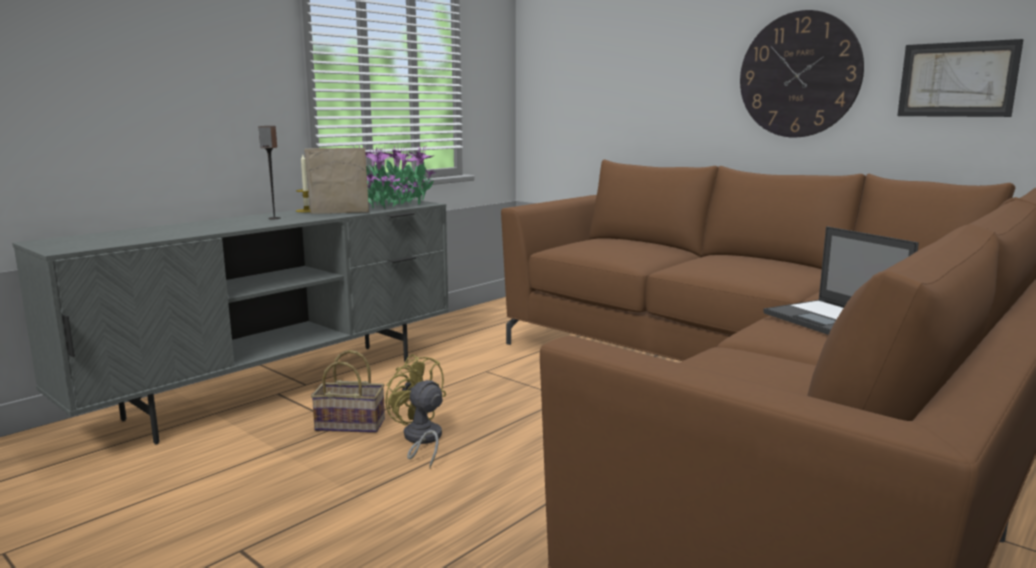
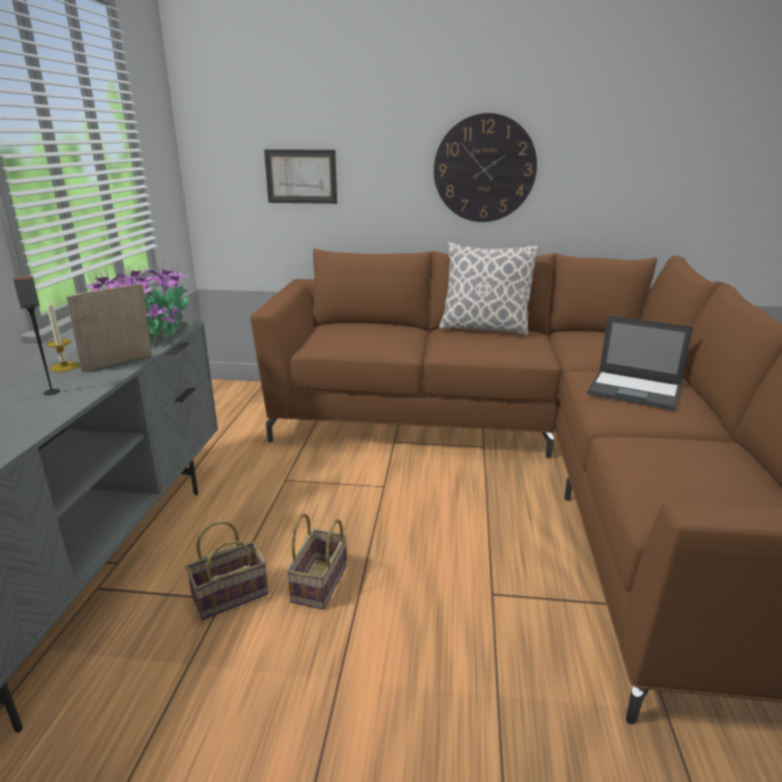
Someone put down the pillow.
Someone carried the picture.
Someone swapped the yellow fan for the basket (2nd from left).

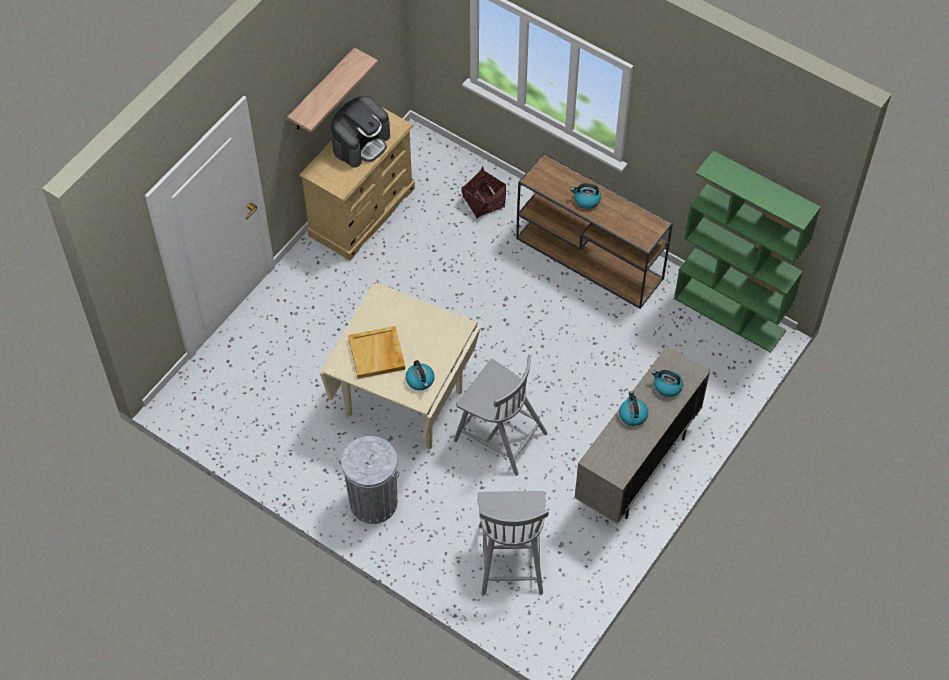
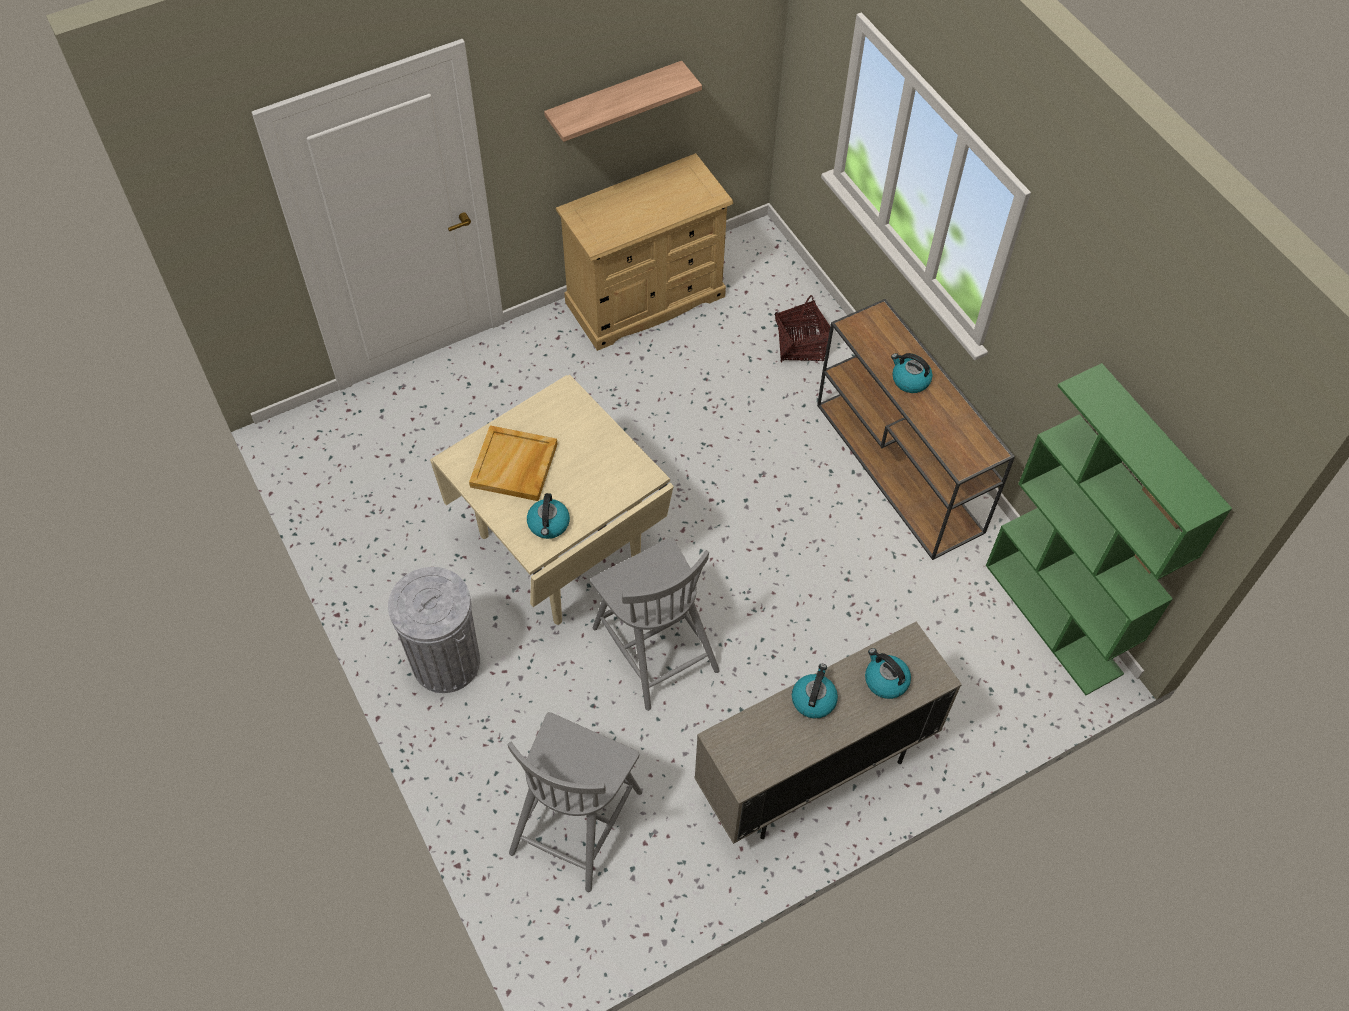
Someone took away the coffee machine.

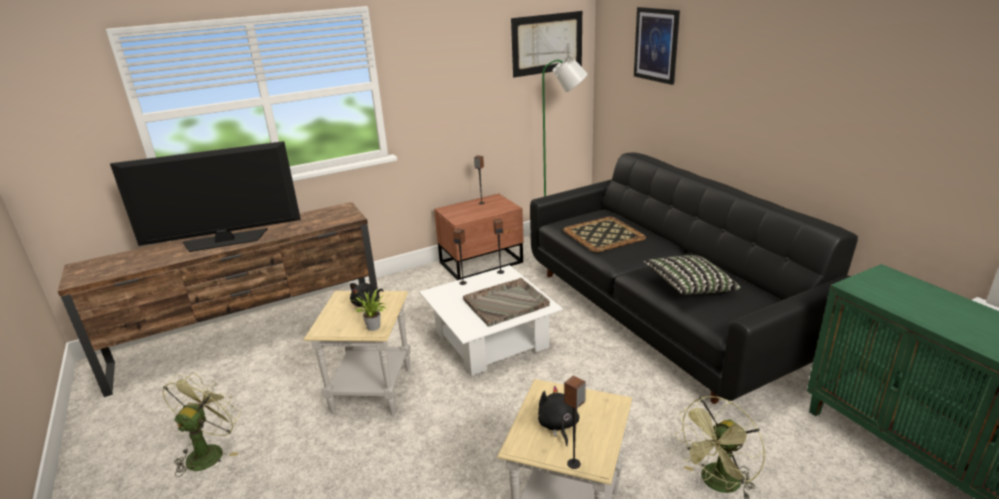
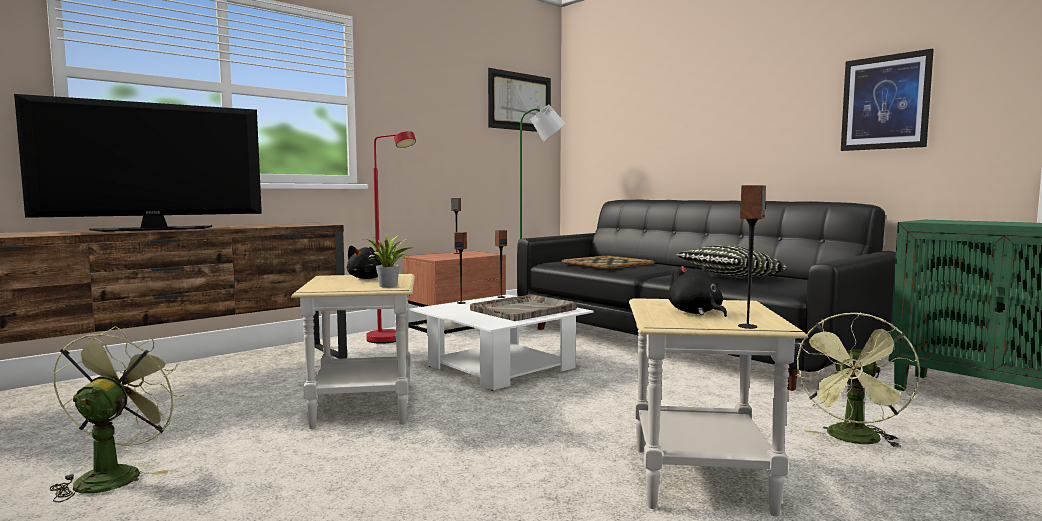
Someone put down the red floor lamp.
Someone carried the picture (2nd from left).

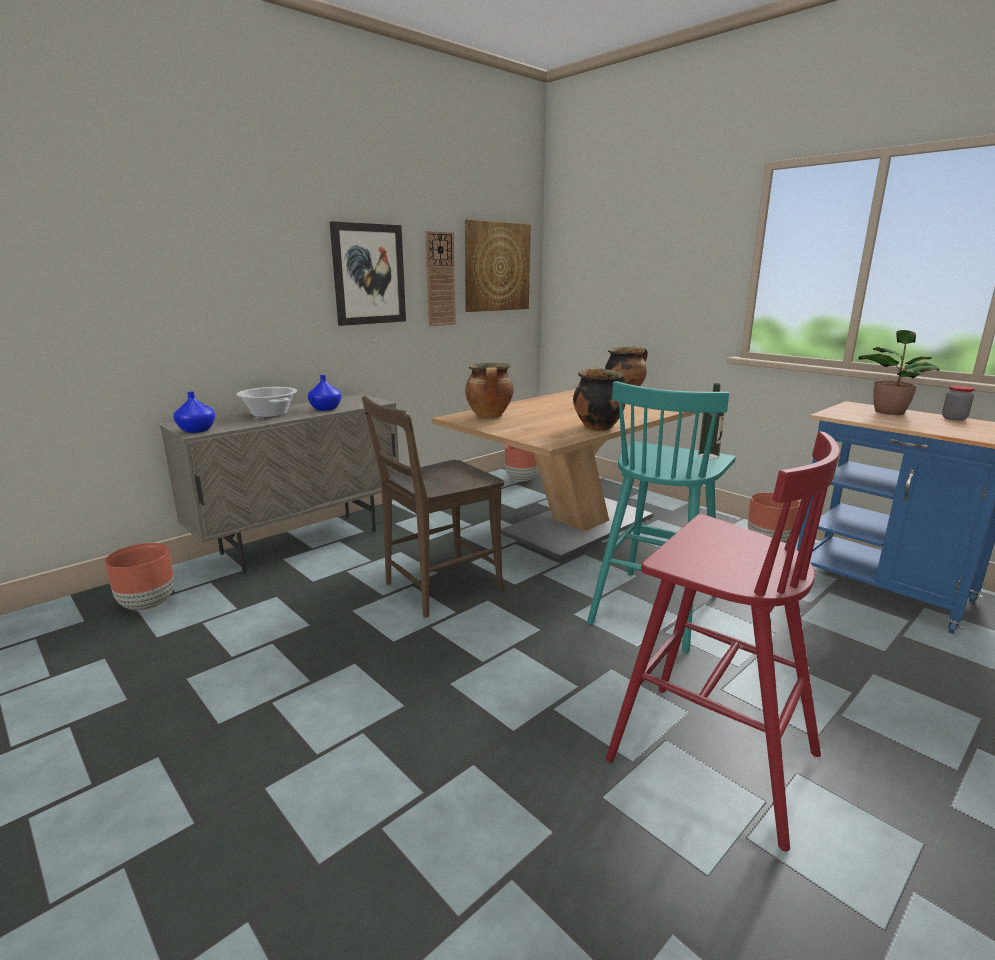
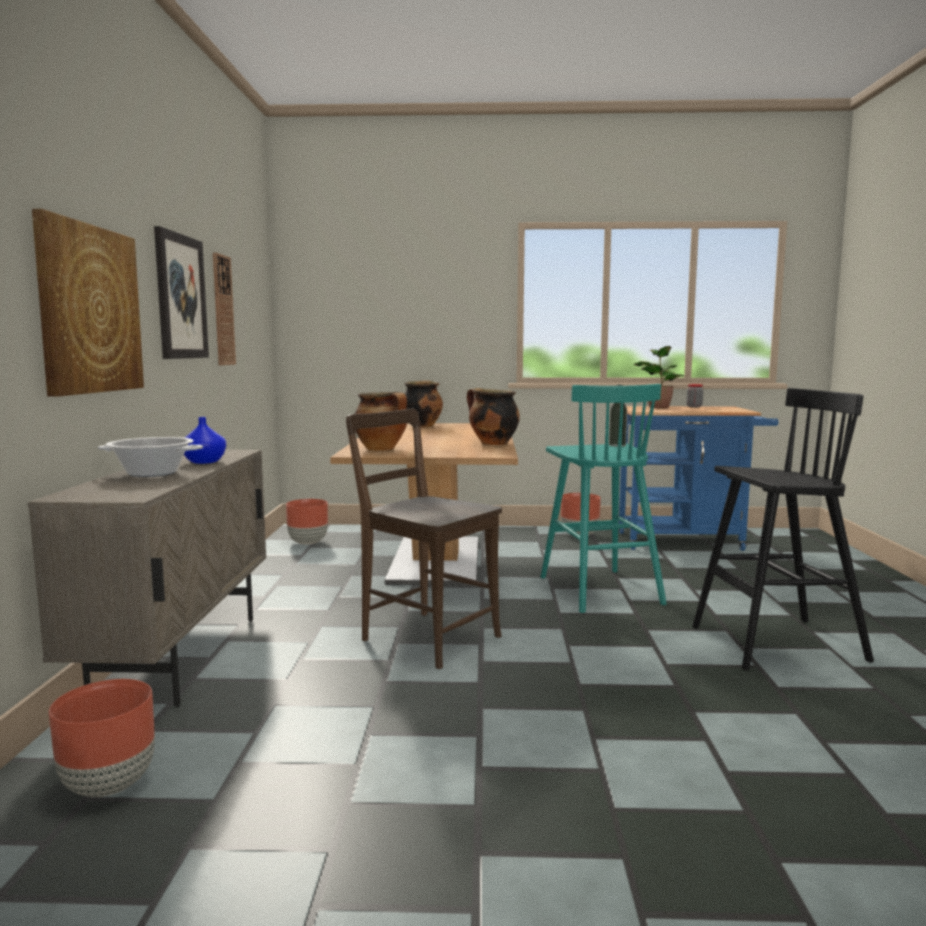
Someone took away the blue vase (1st from left).
Someone carried the picture (2nd from left in the first image).
Someone repainted the red stool, which became the black stool.
Someone rotated the brown chair by 120 degrees clockwise.

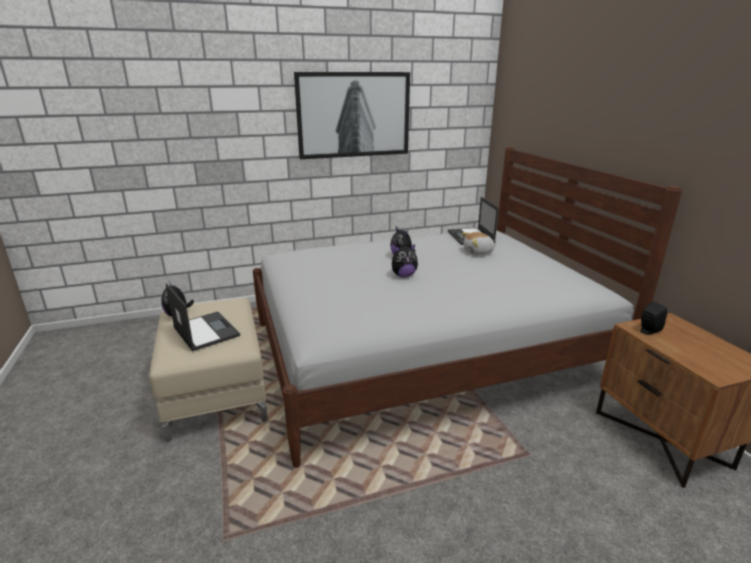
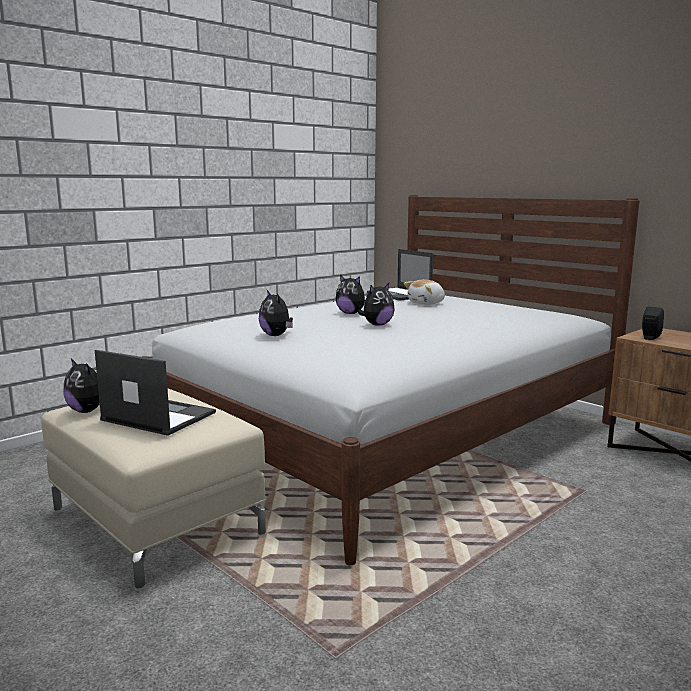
Someone took away the picture.
Someone put down the plush toy (2nd from left).

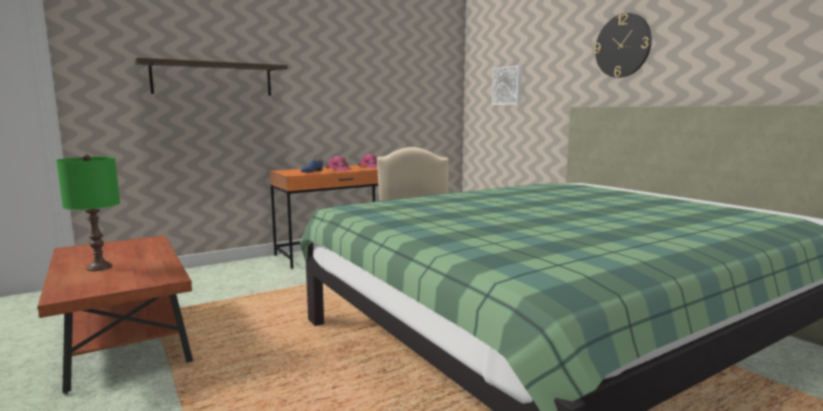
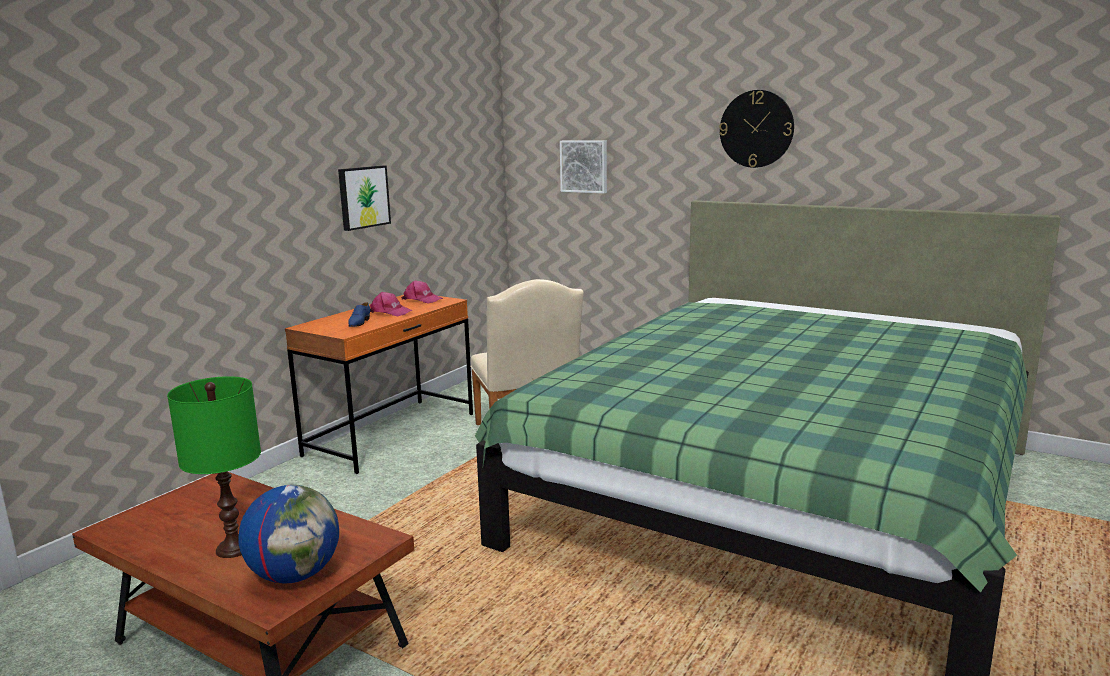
Someone took away the shelf.
Someone put down the globe.
Someone put up the picture (1st from left).

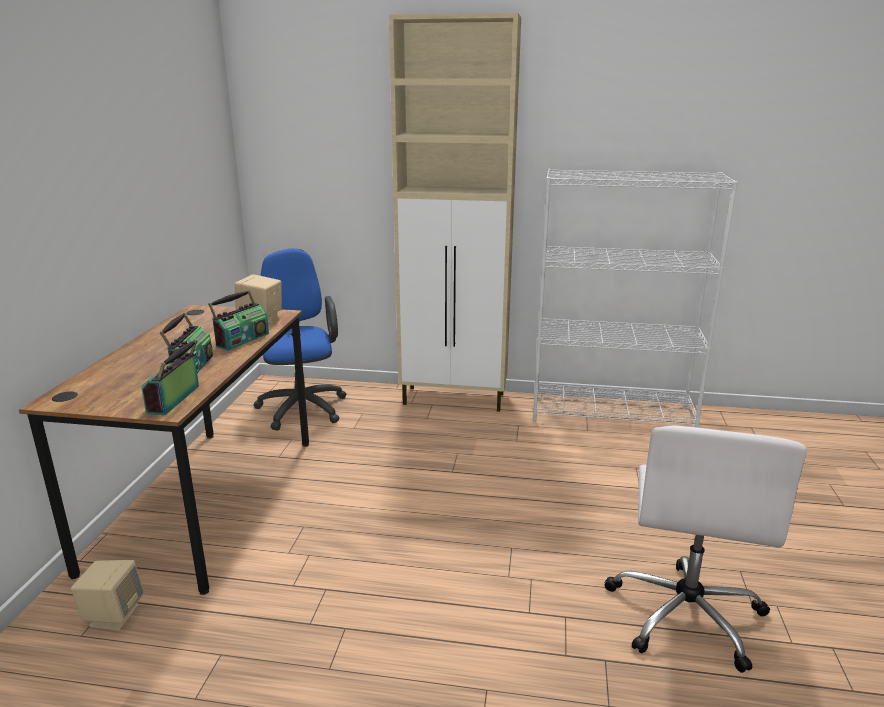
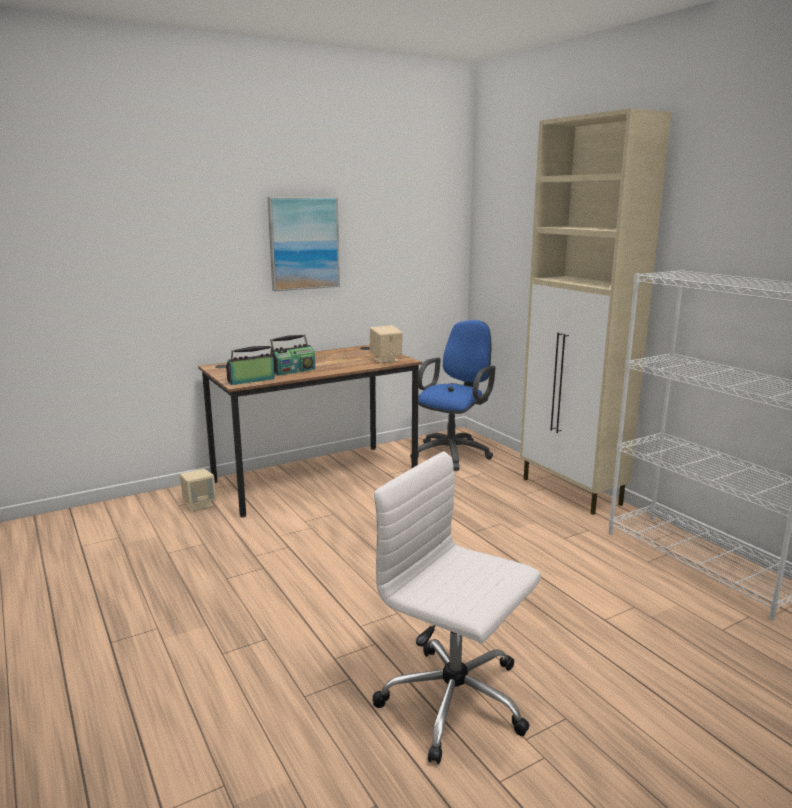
Someone took away the radio (3rd from left).
Someone put up the picture.
Someone rotated the white office chair by 60 degrees clockwise.

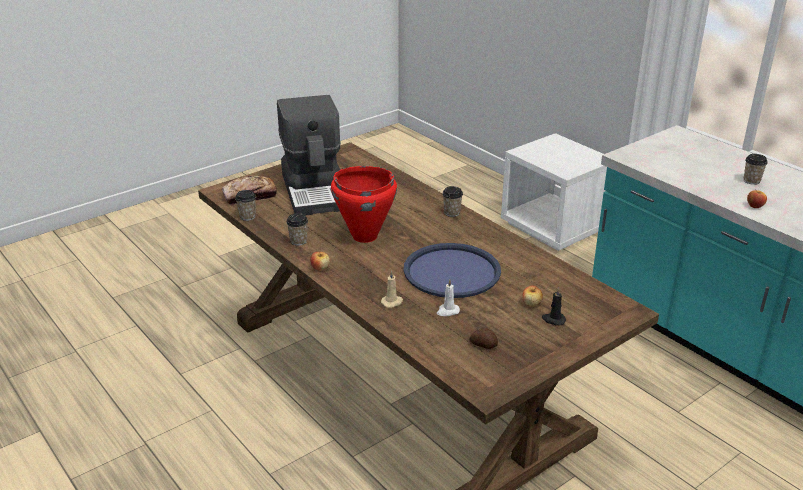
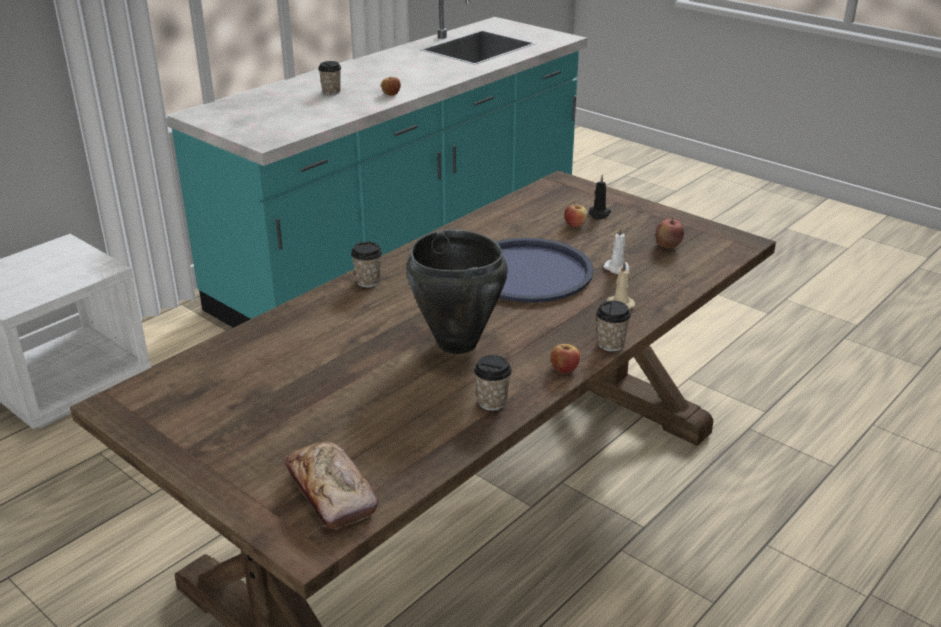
Someone took away the coffee machine.
Someone carried the cup (1st from left in the first image).
Someone swapped the potato for the apple (4th from left).
Someone repainted the red cooking pot, which became the black cooking pot.

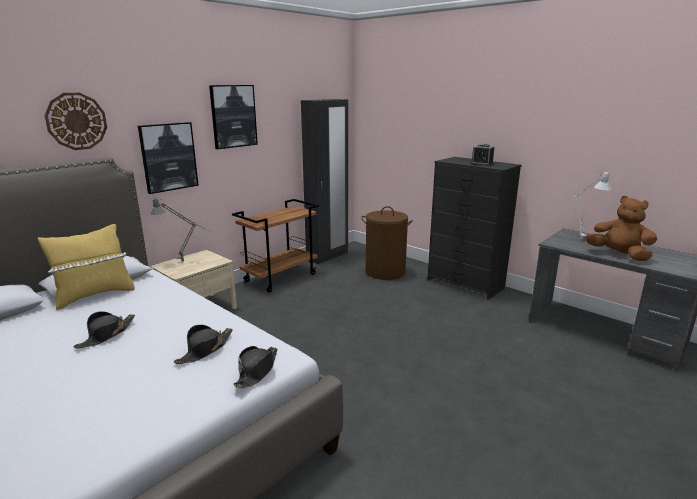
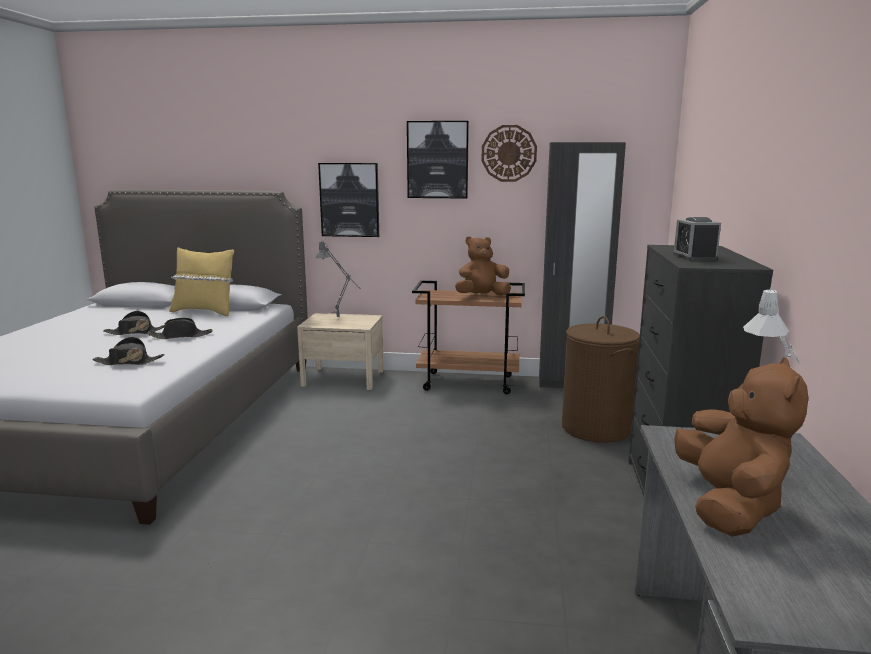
Someone put down the brown plush toy (1st from left).
Someone carried the wall clock.
Someone carried the black hat (3rd from left).

